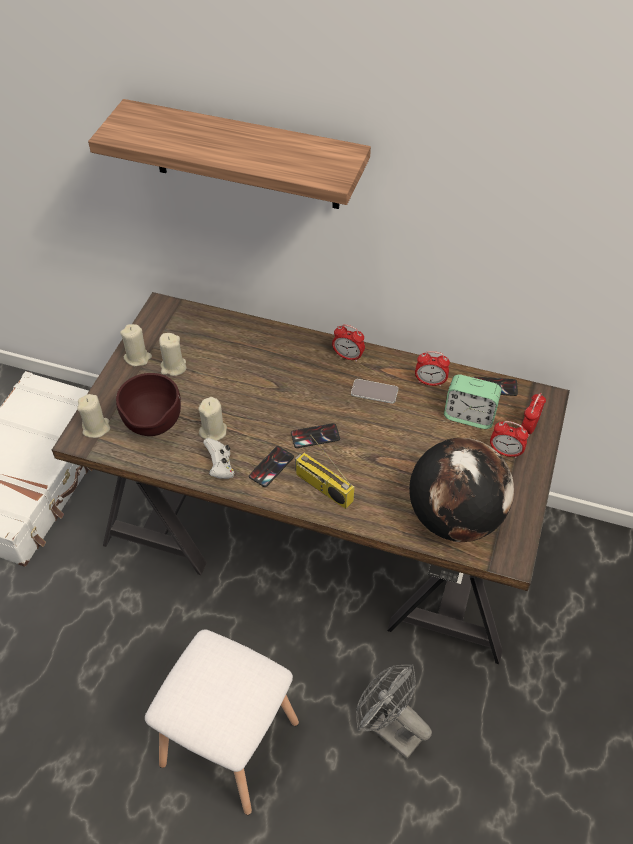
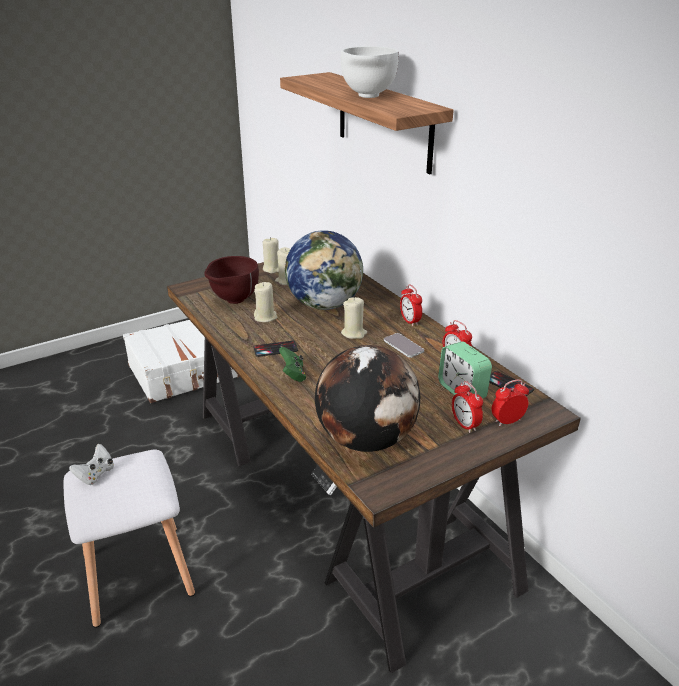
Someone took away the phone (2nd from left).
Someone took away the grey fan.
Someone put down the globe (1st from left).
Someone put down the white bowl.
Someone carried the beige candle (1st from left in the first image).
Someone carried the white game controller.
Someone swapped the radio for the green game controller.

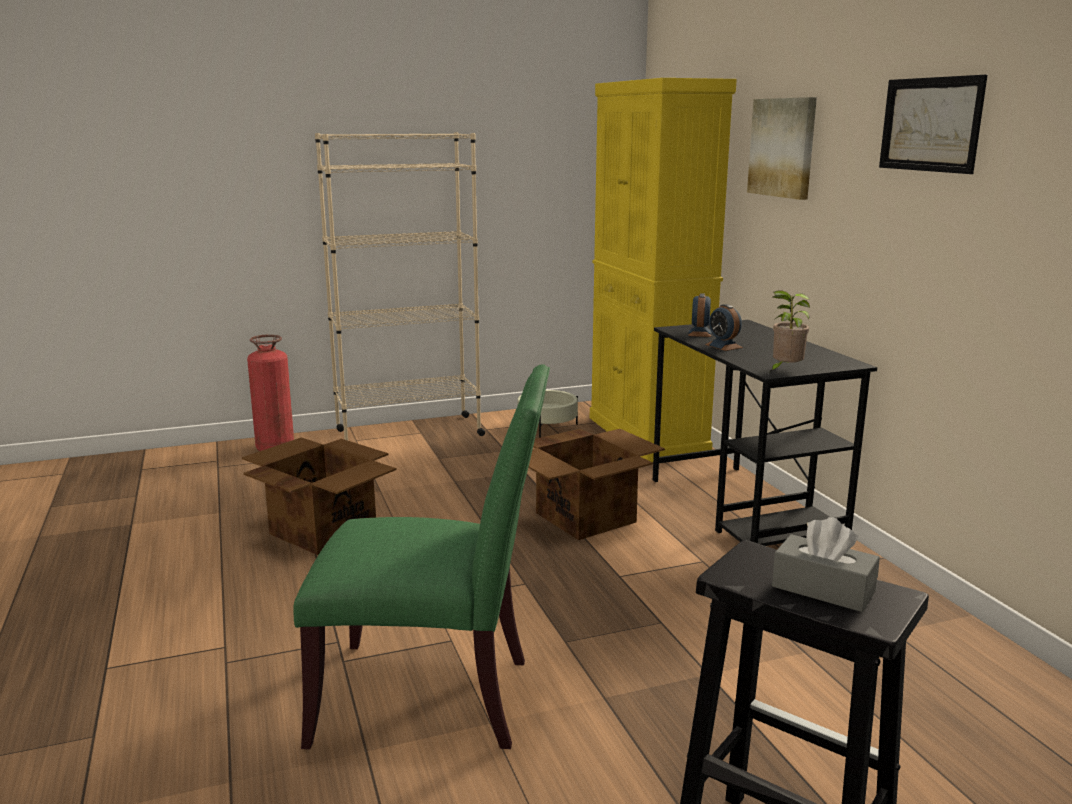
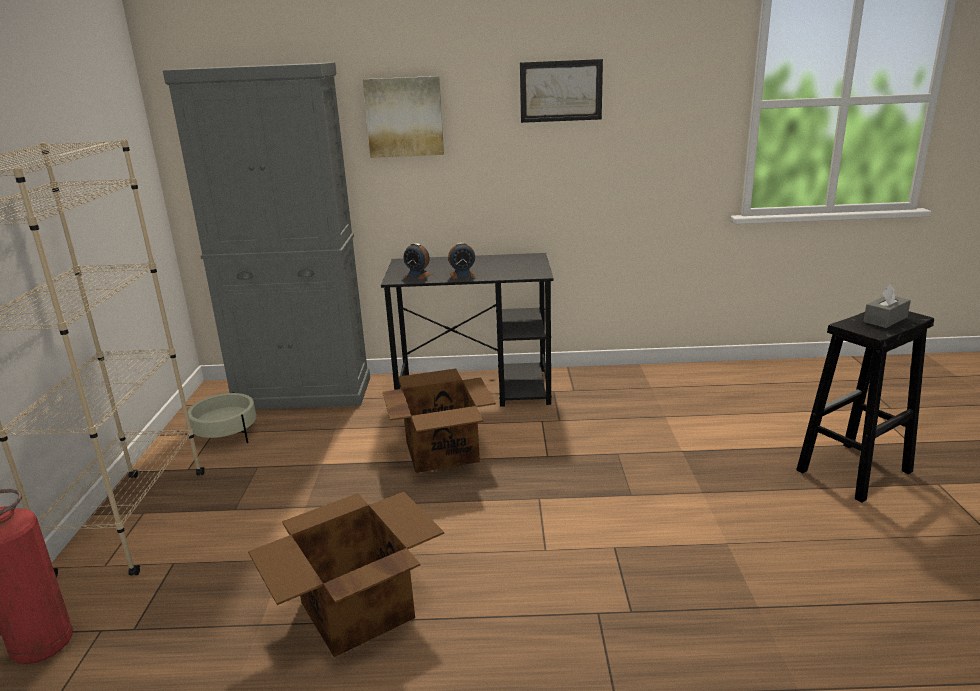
Someone took away the green chair.
Someone took away the potted plant.
Someone repainted the yellow cabinet, which became the grey cabinet.

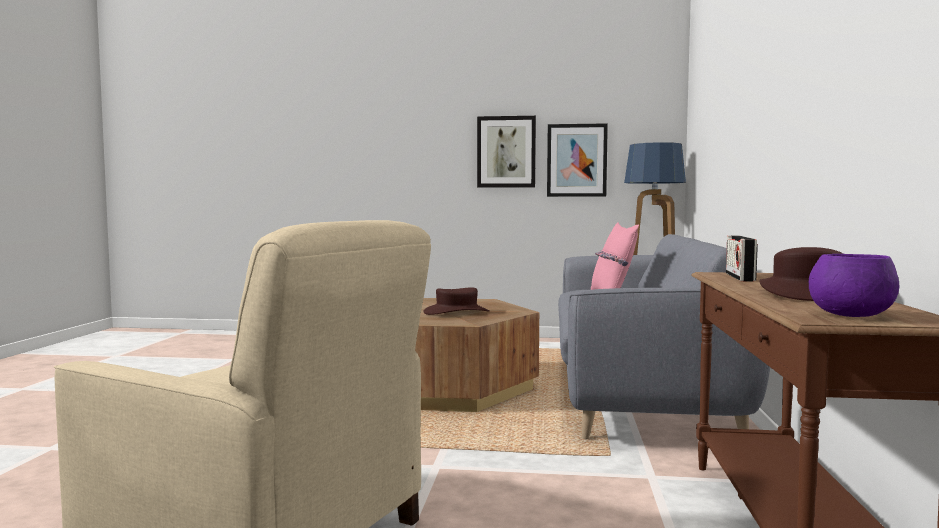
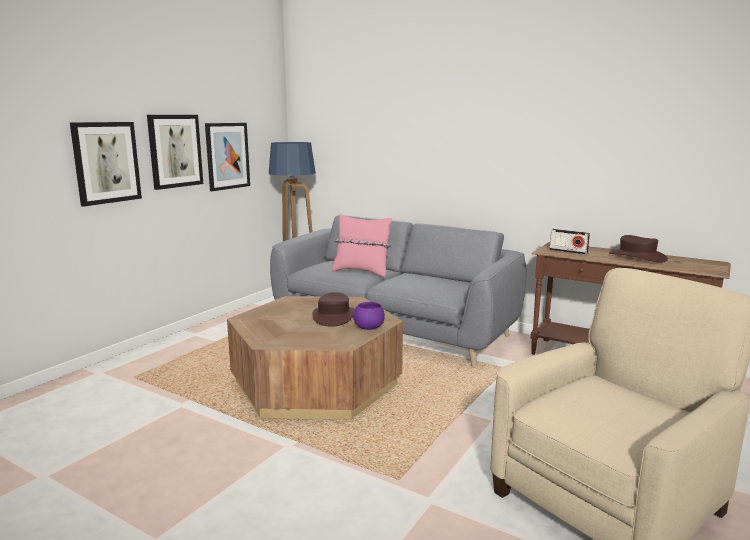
Someone put up the picture (1st from left).
Someone carried the purple bowl.

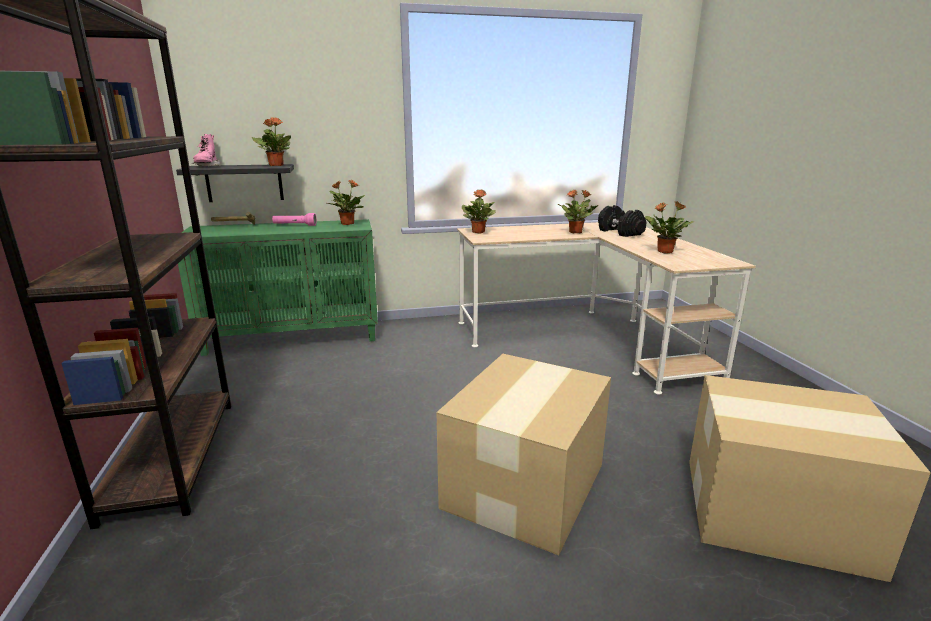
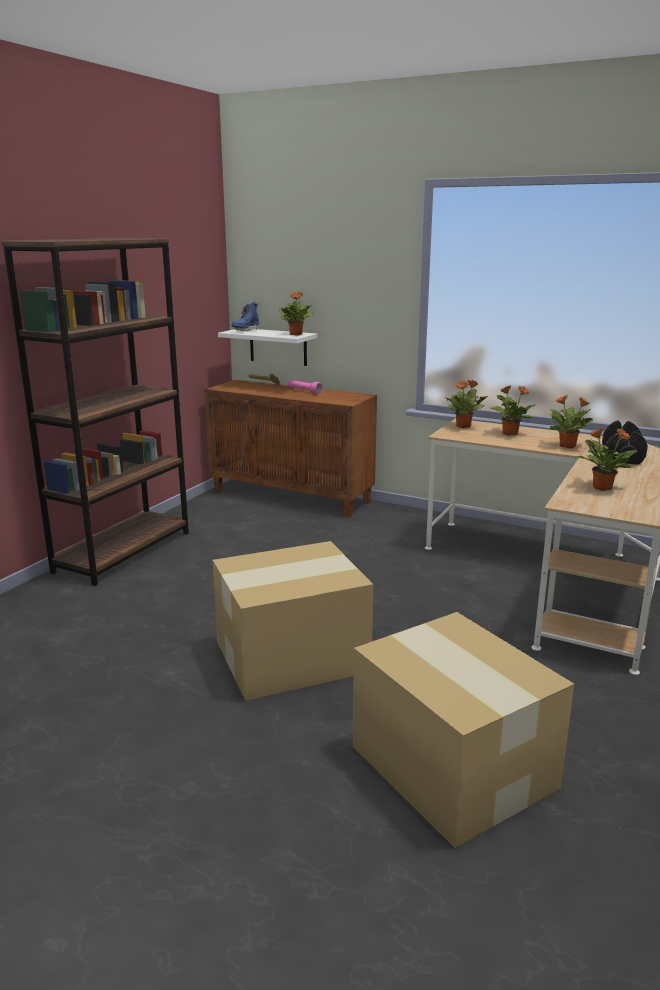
Someone carried the potted plant (2nd from left in the first image).
Someone repainted the black shelf, which became the white shelf.
Someone repainted the green cabinet, which became the brown cabinet.
Someone repainted the pink boot, which became the blue boot.

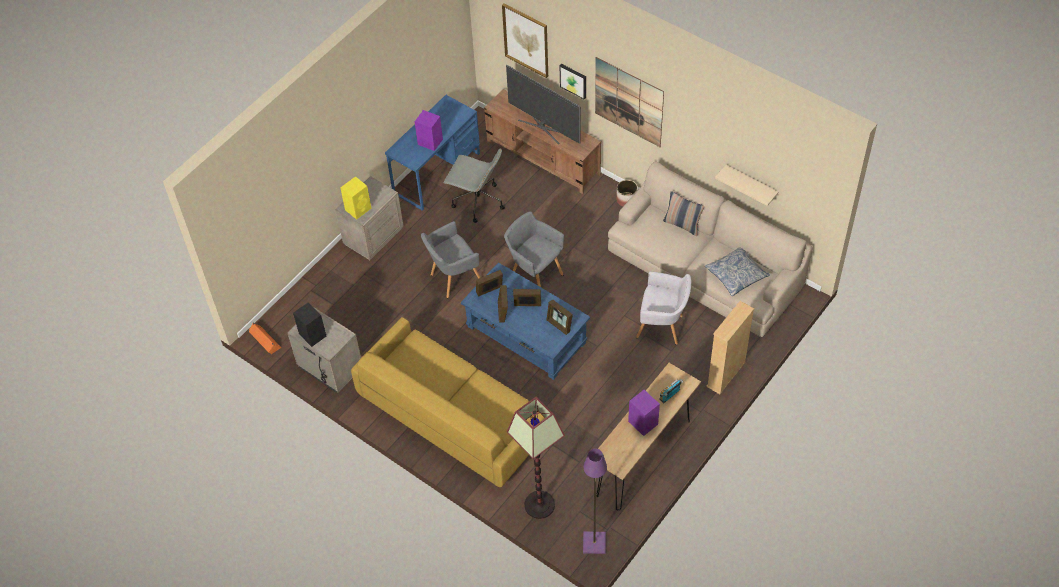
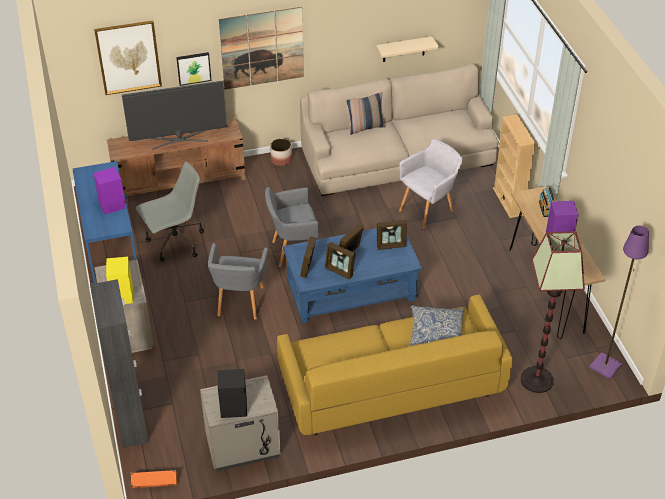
Someone put down the black cabinet.
Someone carried the pillow (2nd from left).

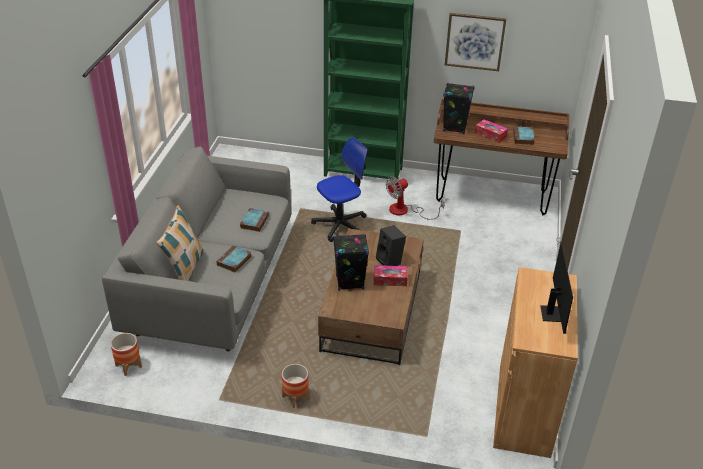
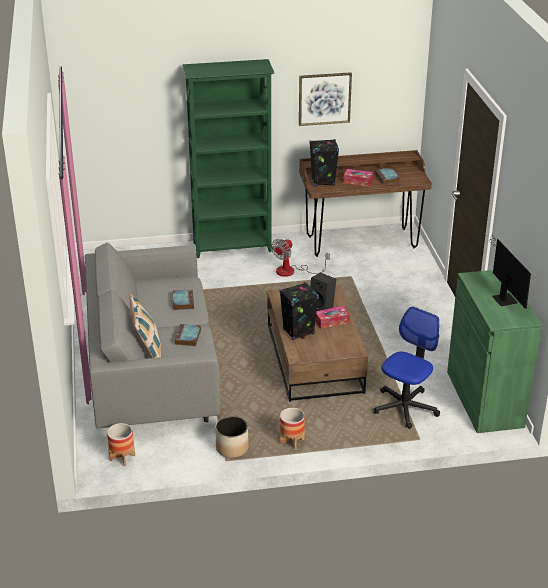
Someone put down the planter (2nd from left).
Someone carried the office chair.
Someone repainted the brown cabinet, which became the green cabinet.

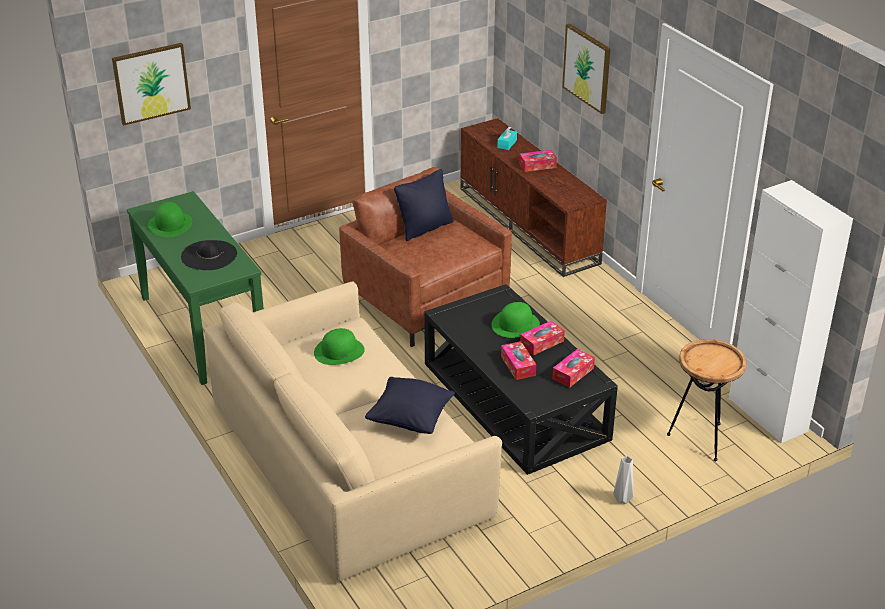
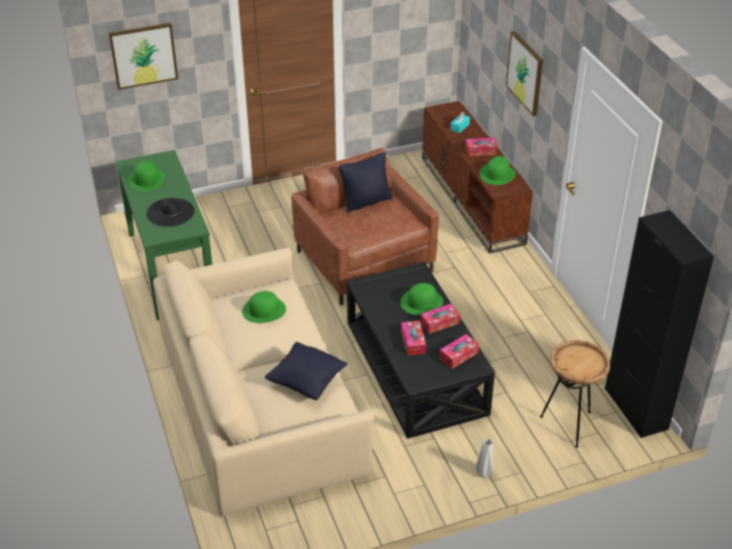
Someone put down the green hat (4th from left).
Someone repainted the white cabinet, which became the black cabinet.

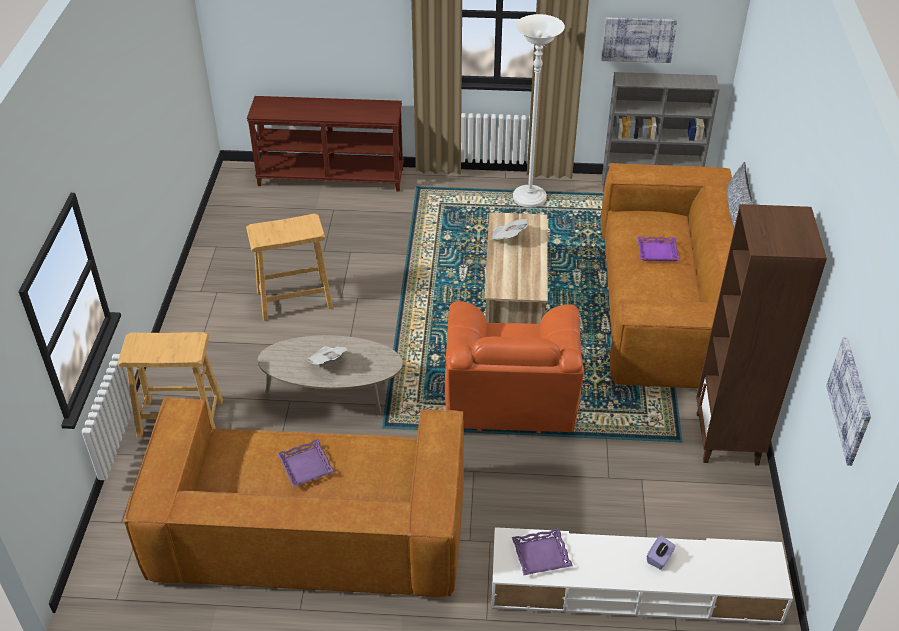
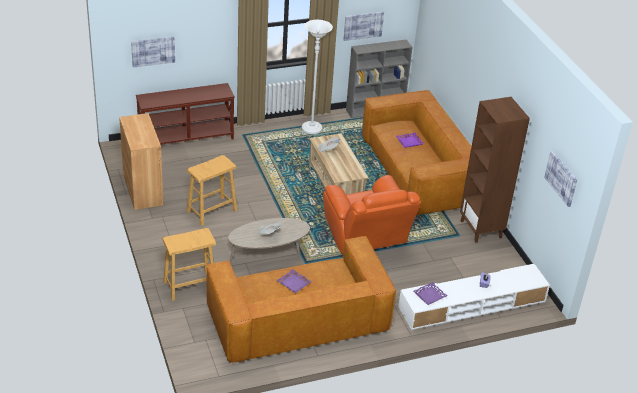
Someone took away the pillow.
Someone put down the brown cabinet.
Someone put up the picture (1st from left).

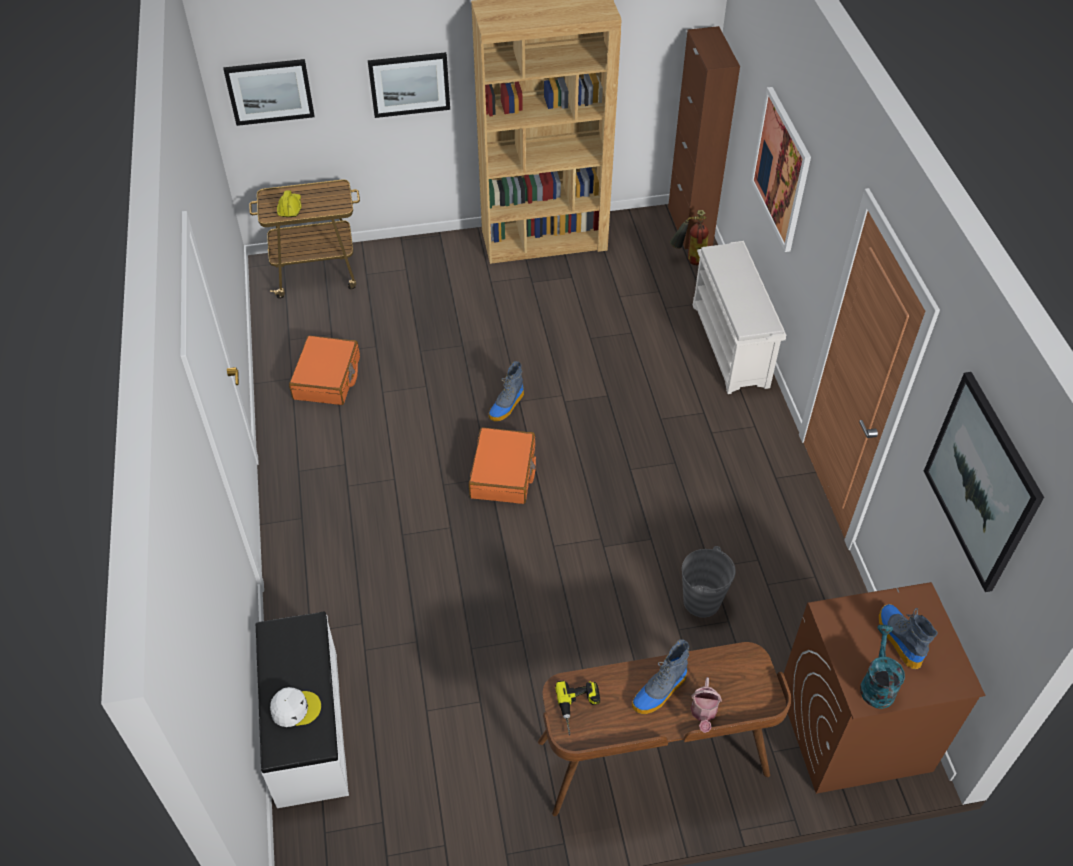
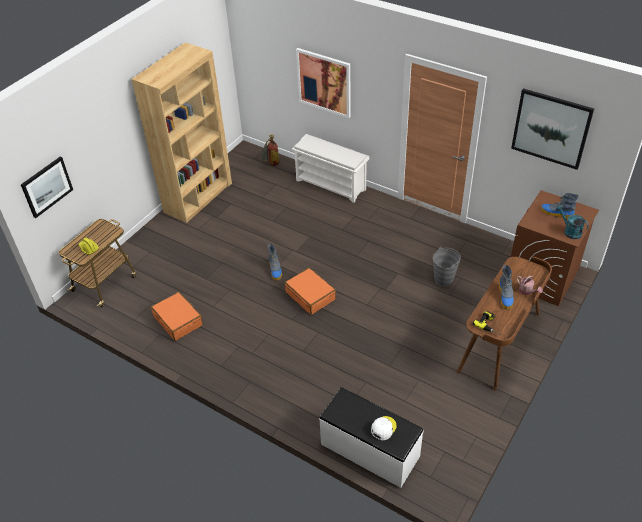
Someone took away the picture (2nd from left).
Someone took away the brown cabinet.

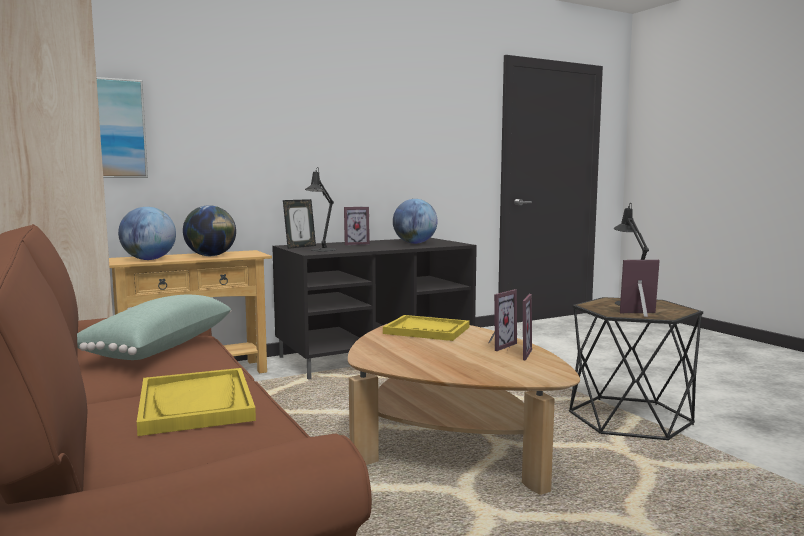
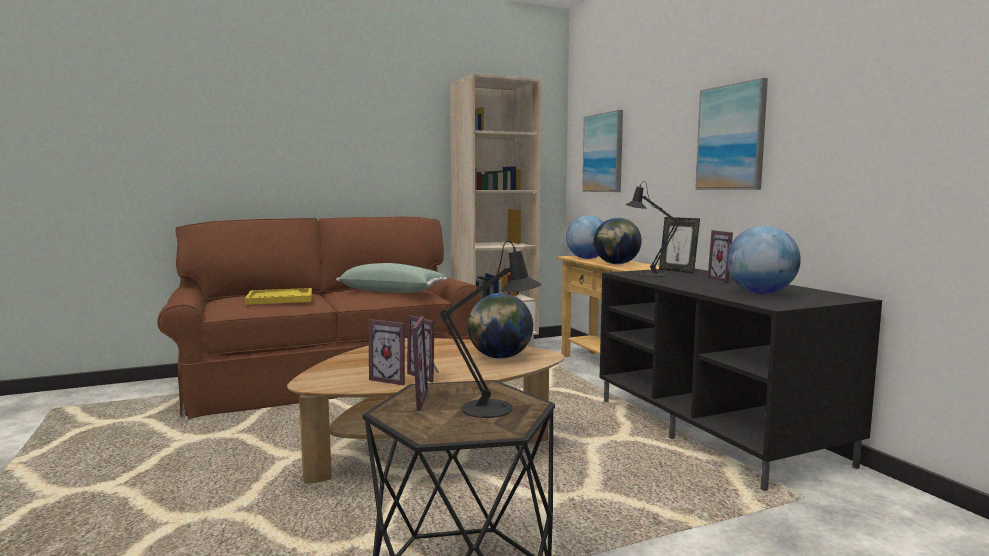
Someone put up the picture (2nd from left).
Someone swapped the yellow tray (2nd from left) for the globe (1st from left).

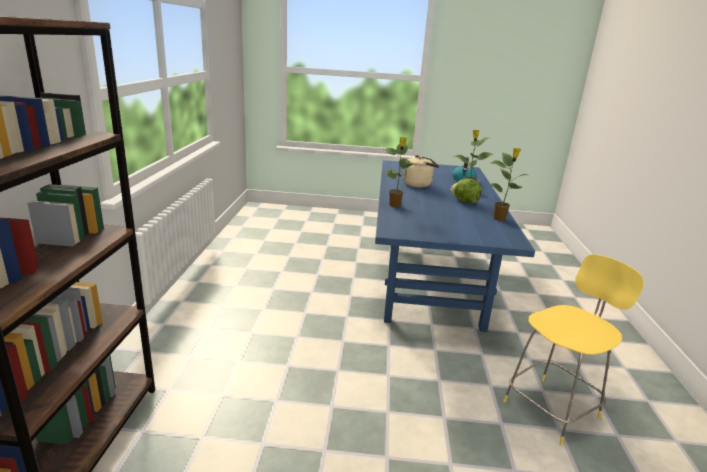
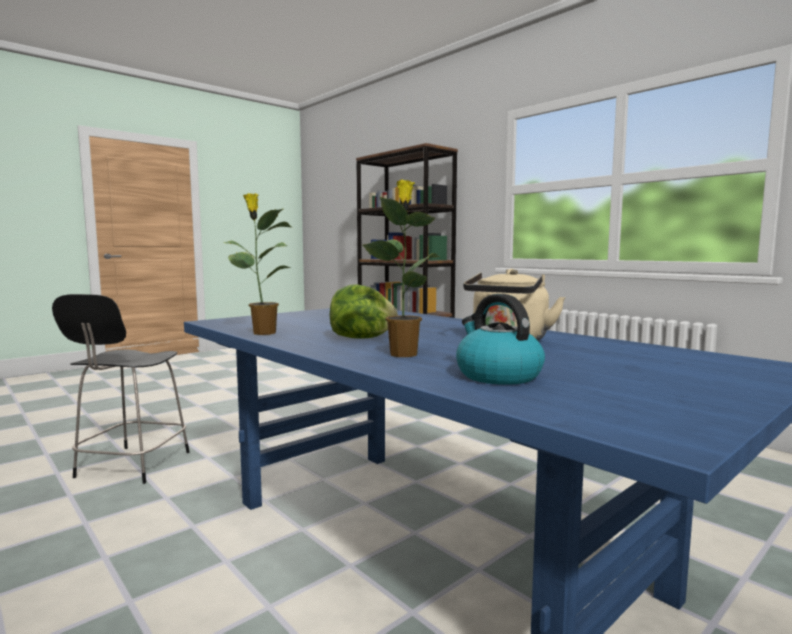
Someone took away the potted plant (1st from left).
Someone repainted the yellow stool, which became the black stool.

